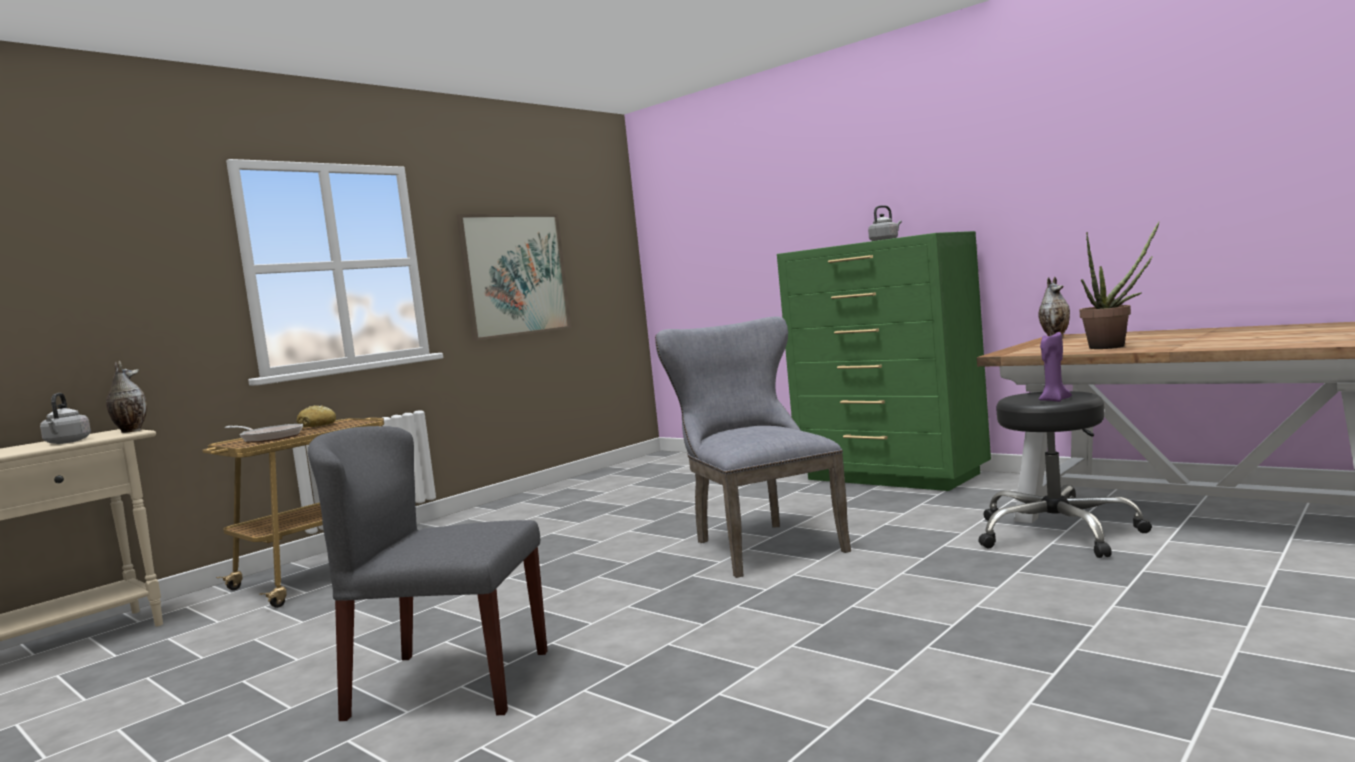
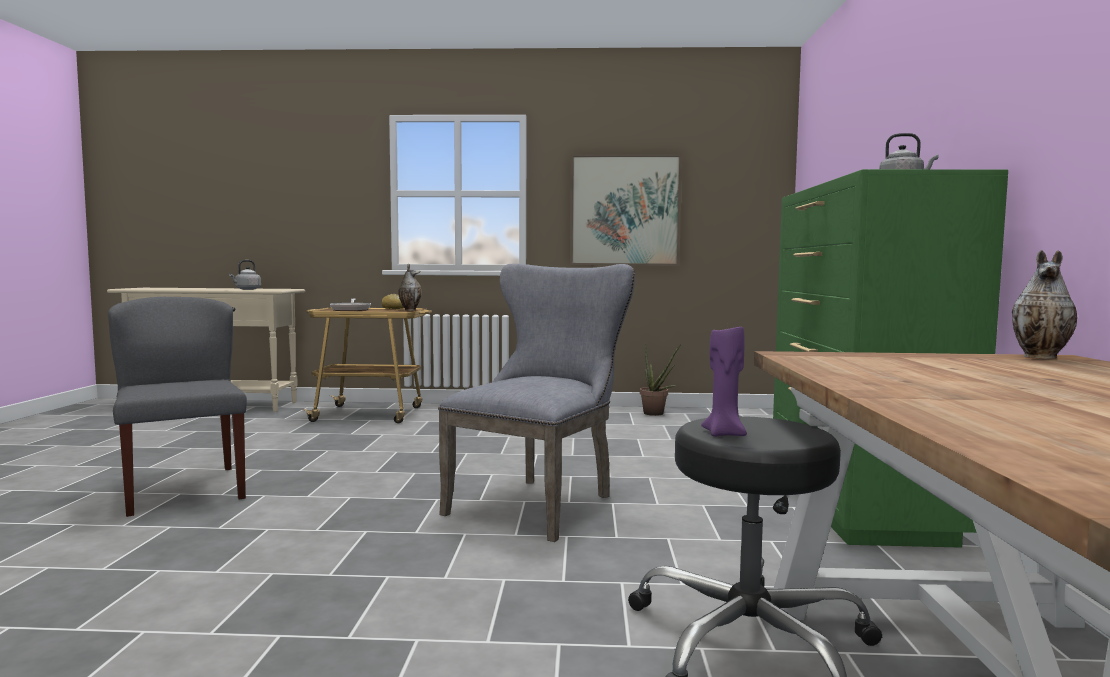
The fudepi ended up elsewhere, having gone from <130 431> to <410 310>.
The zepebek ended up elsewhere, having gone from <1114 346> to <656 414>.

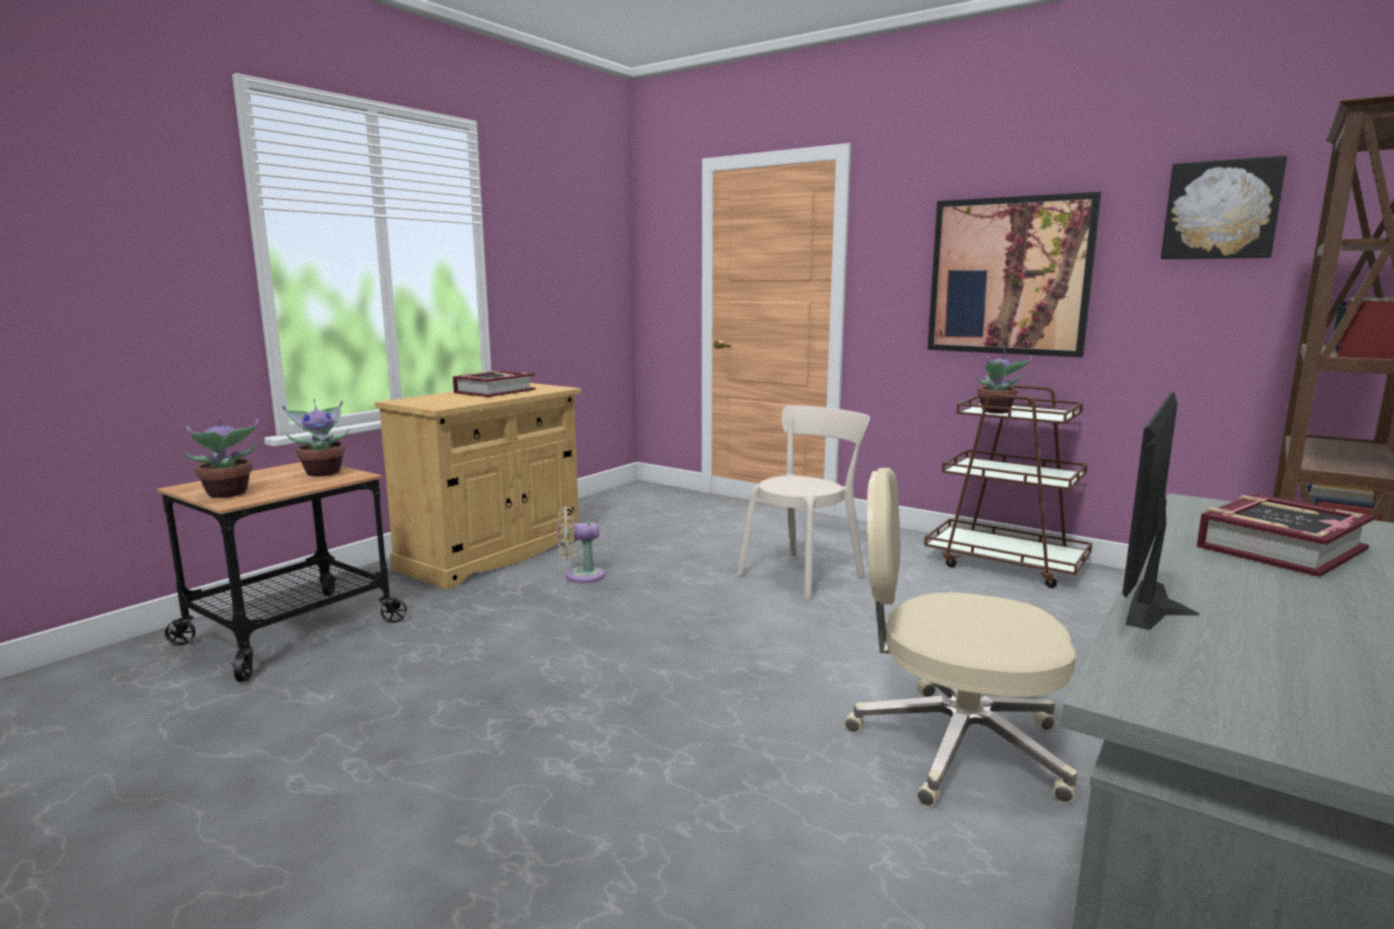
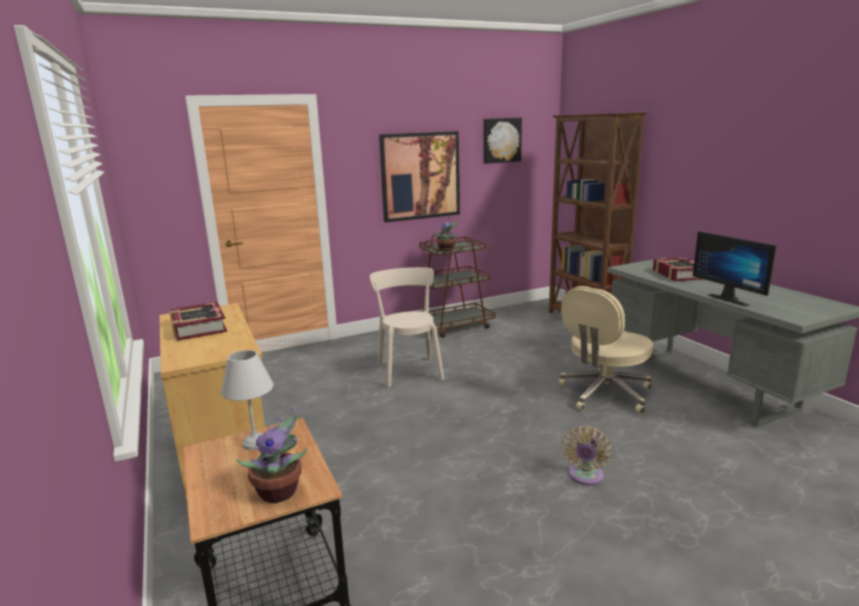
The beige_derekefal ended up elsewhere, having gone from <580 576> to <585 477>.
Where the zepebek stood at <323 472>, the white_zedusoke came to stand at <254 443>.

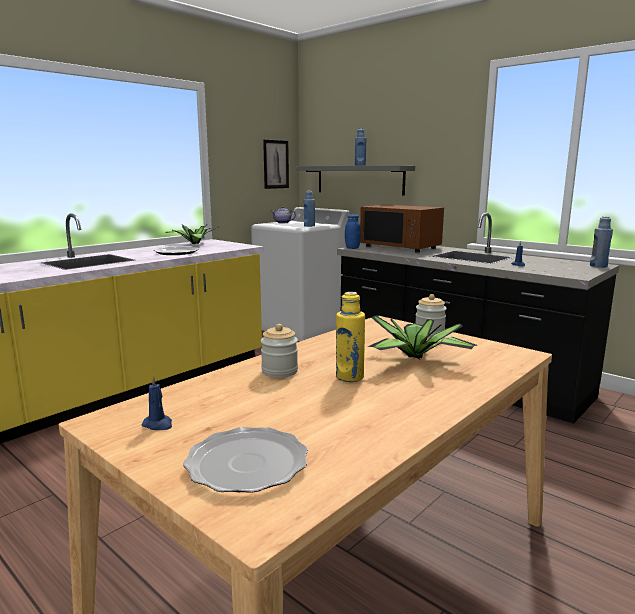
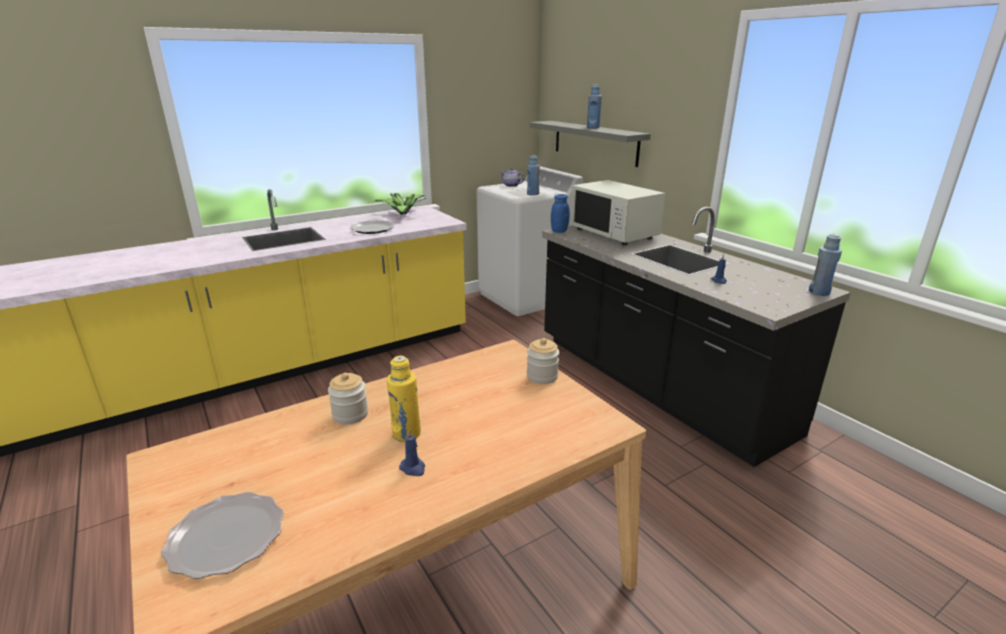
The second view lost the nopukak at <276 164>.
The second view lost the zepebek at <417 358>.
The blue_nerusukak ended up elsewhere, having gone from <158 425> to <413 468>.
What was the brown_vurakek at <400 247> turned into the white_vurakek at <614 233>.

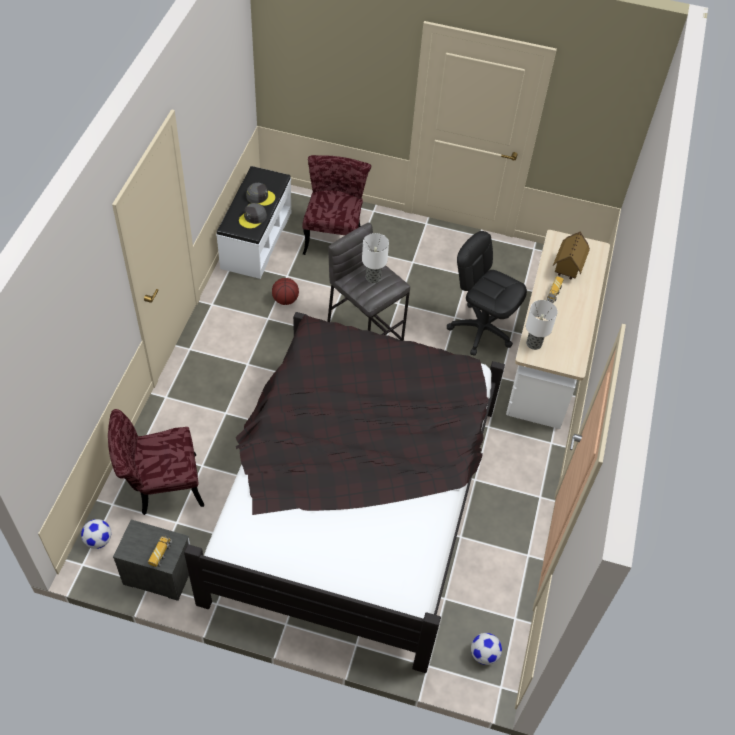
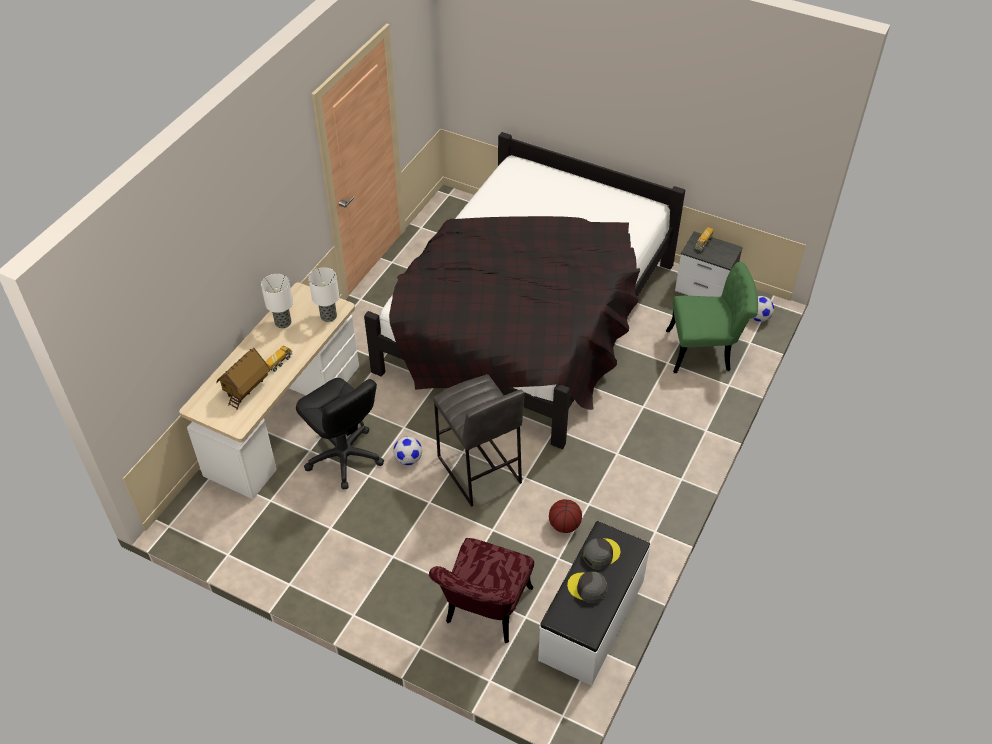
The zedusoke ended up elsewhere, having gone from <373 277> to <283 322>.
The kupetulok ended up elsewhere, having gone from <484 654> to <408 459>.
What was the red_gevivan at <160 486> turned into the green_gevivan at <706 351>.

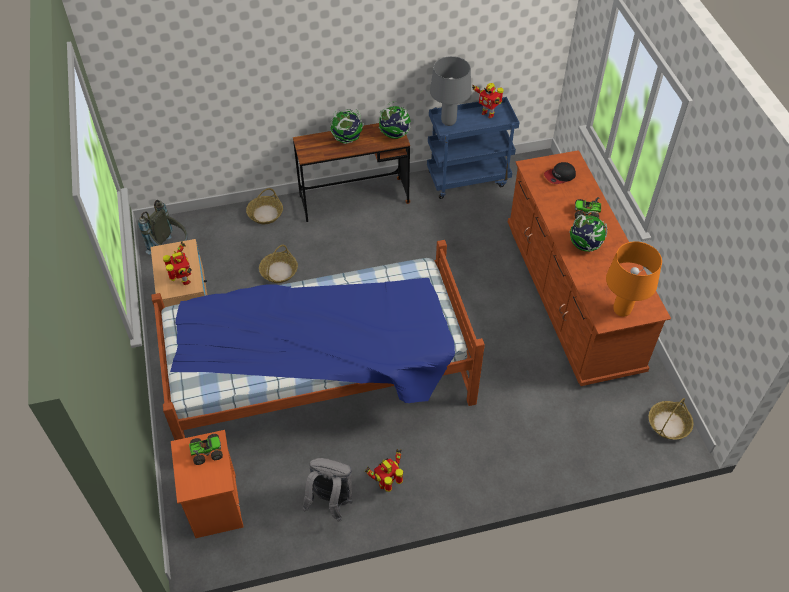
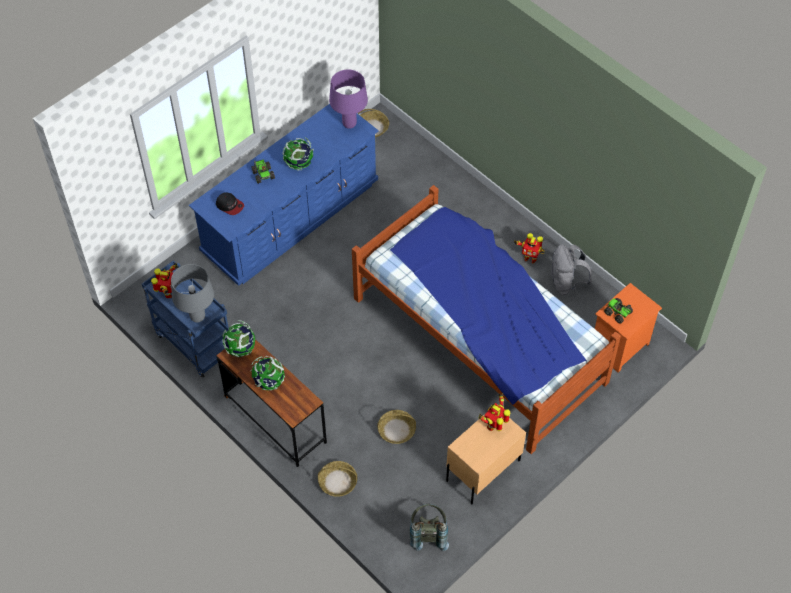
What was the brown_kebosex at <571 296> turned into the blue_kebosex at <291 218>.
What was the orange_zedusoke at <622 310> turned into the purple_zedusoke at <349 124>.

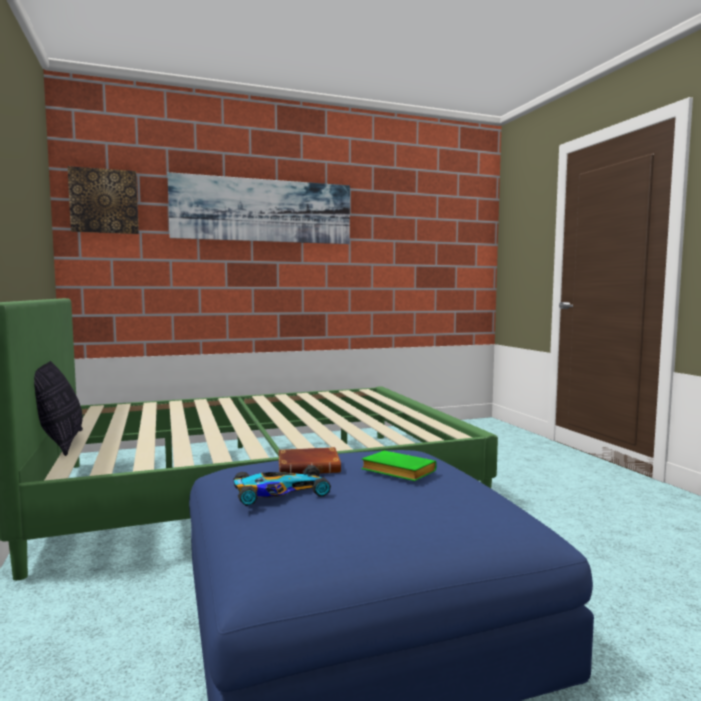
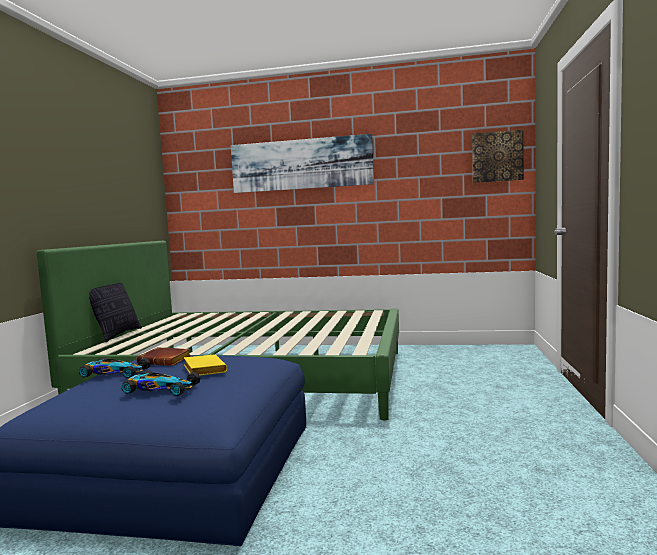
The second view gained the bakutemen at <160 389>.
The nopukak ended up elsewhere, having gone from <104 201> to <497 156>.
What was the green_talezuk at <396 472> turned into the yellow_talezuk at <203 370>.

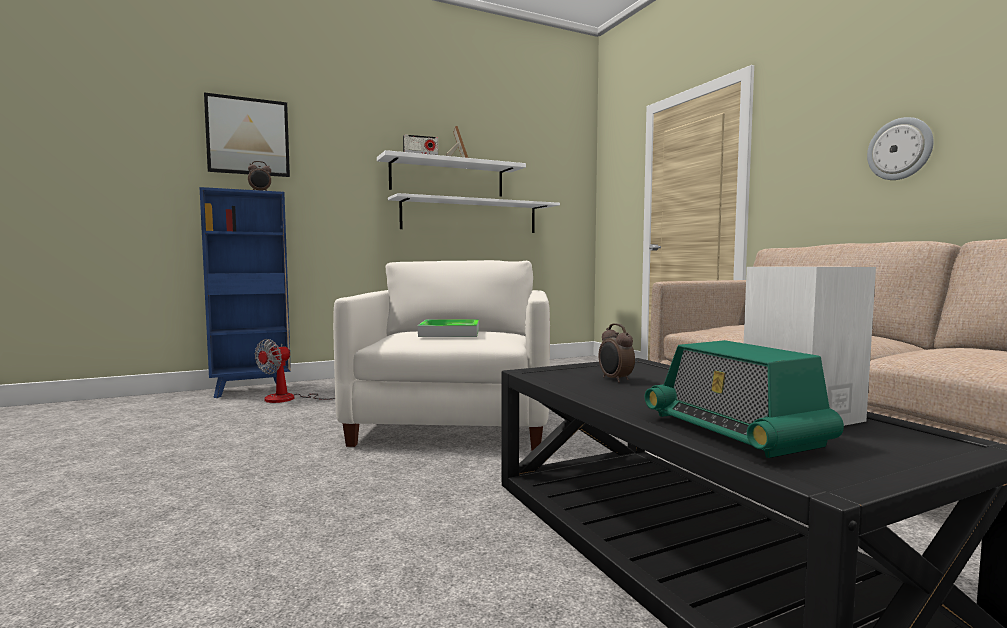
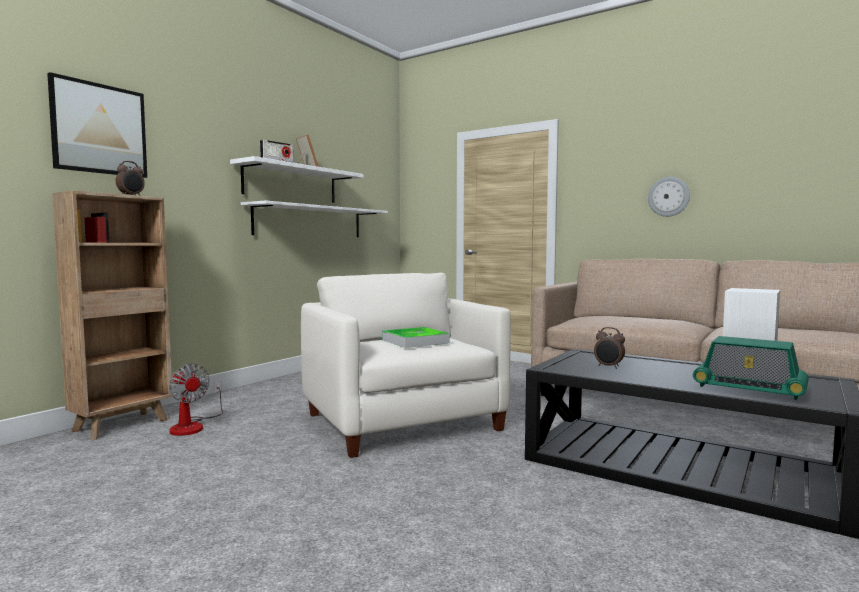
What was the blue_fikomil at <252 390> turned into the brown_fikomil at <123 425>.
The derekefal at <291 398> ended up facing another way, 45 degrees counterclockwise from before.

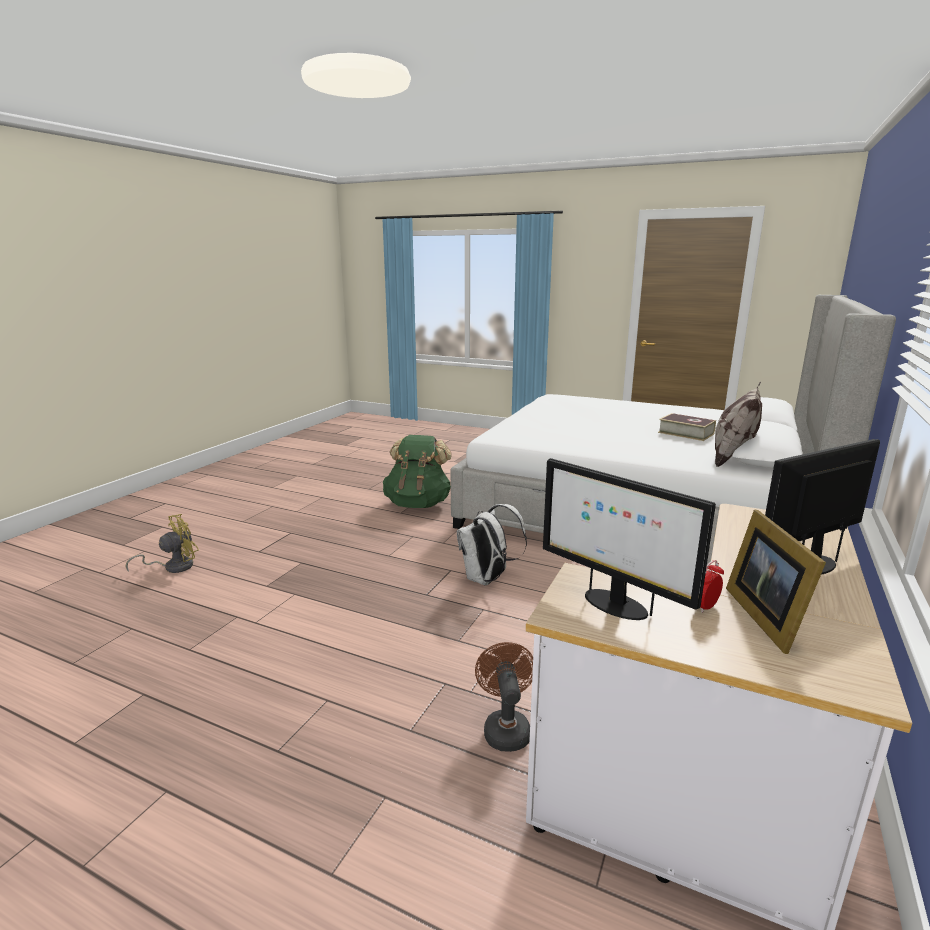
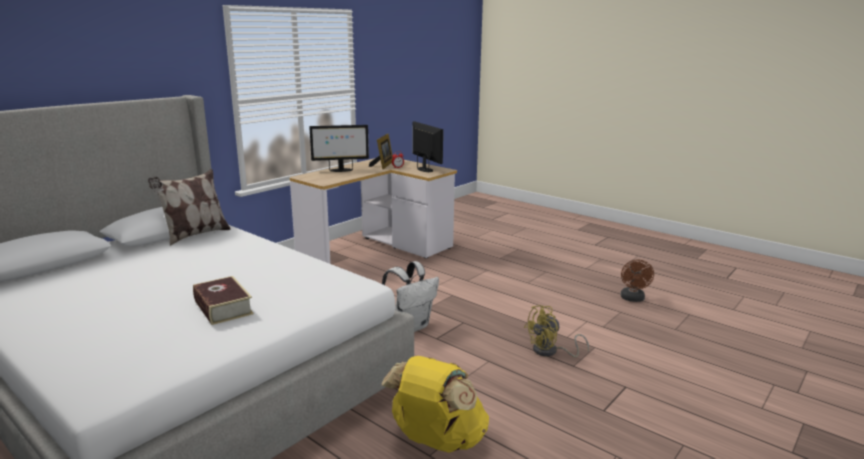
The yellow_derekefal ended up elsewhere, having gone from <173 566> to <550 352>.
The brown_derekefal ended up elsewhere, having gone from <505 728> to <633 299>.
The talezuk ended up elsewhere, having gone from <686 433> to <223 307>.
What was the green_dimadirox at <418 504> turned into the yellow_dimadirox at <436 441>.

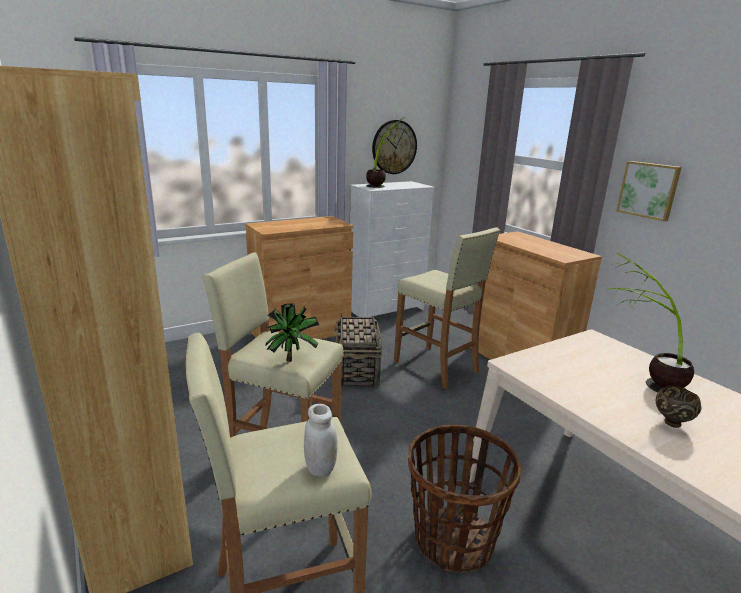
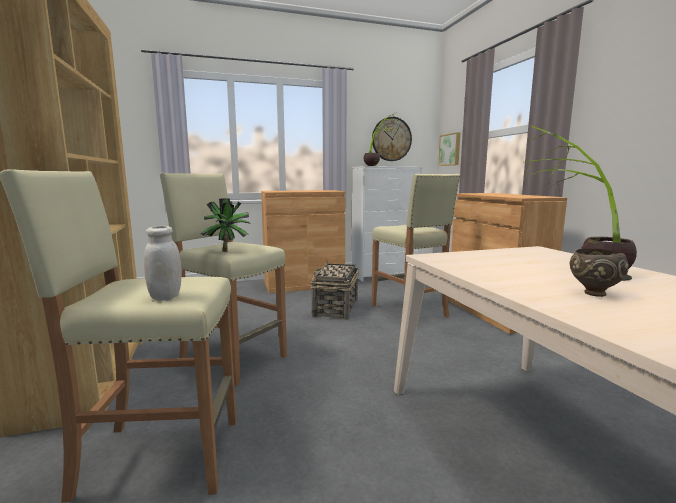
The second view lost the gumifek at <452 540>.
The nopukak ended up elsewhere, having gone from <649 190> to <450 149>.

